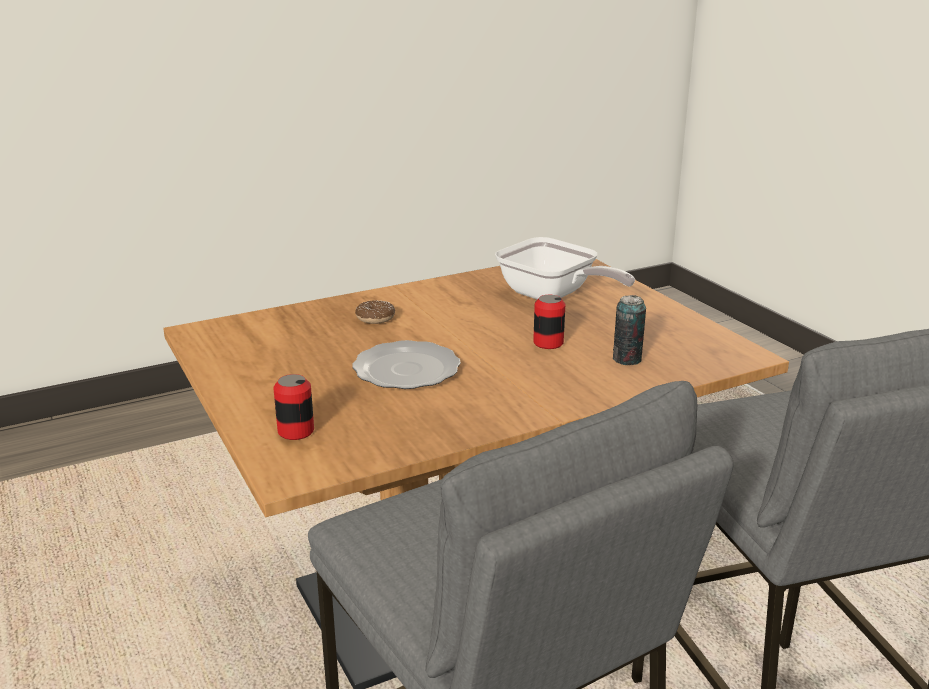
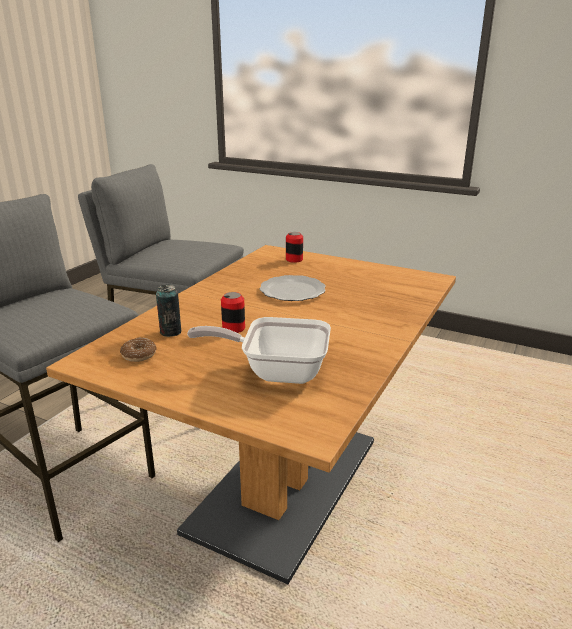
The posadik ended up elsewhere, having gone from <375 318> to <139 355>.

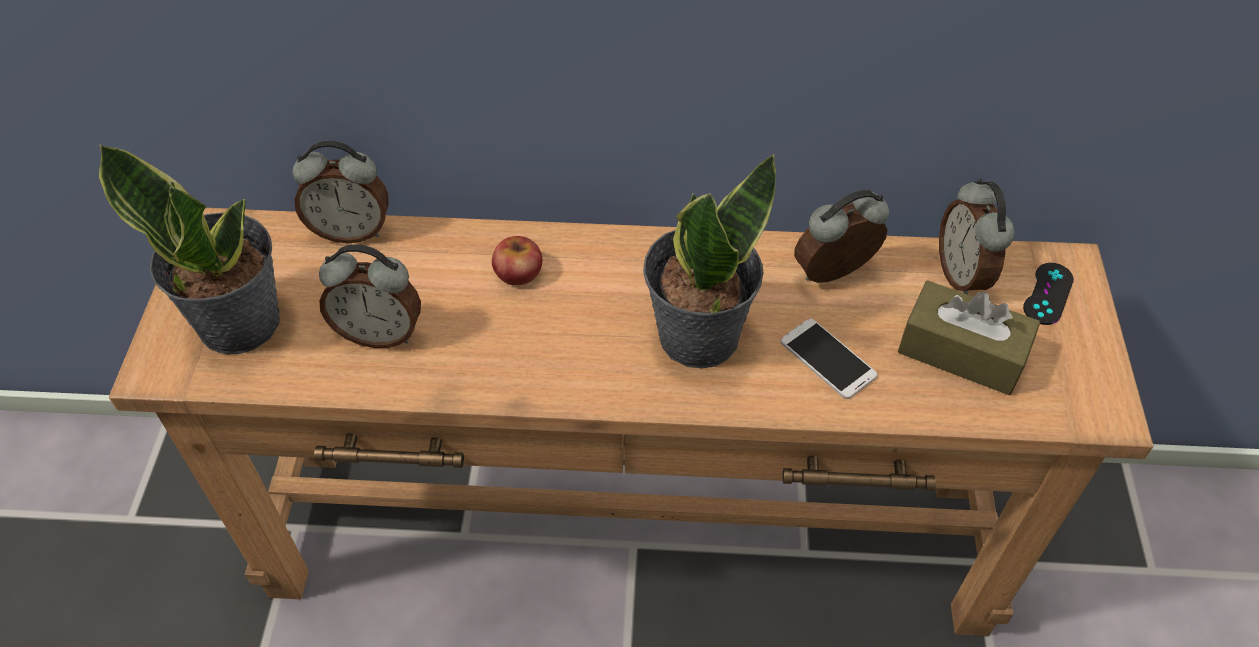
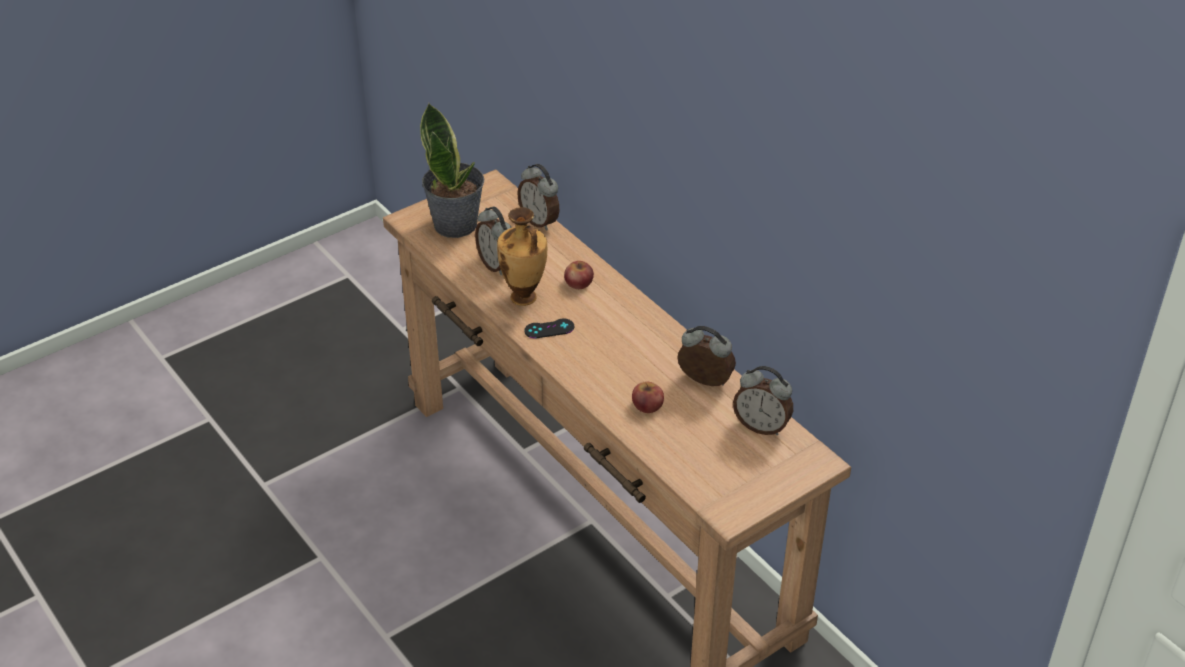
The second view lost the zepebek at <697 335>.
The second view lost the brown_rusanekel at <961 352>.
The second view gained the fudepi at <524 298>.
The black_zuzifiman ended up elsewhere, having gone from <1048 294> to <549 329>.
Where the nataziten stood at <827 359>, the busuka came to stand at <647 405>.
The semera at <963 275> ended up facing another way, 105 degrees counterclockwise from before.

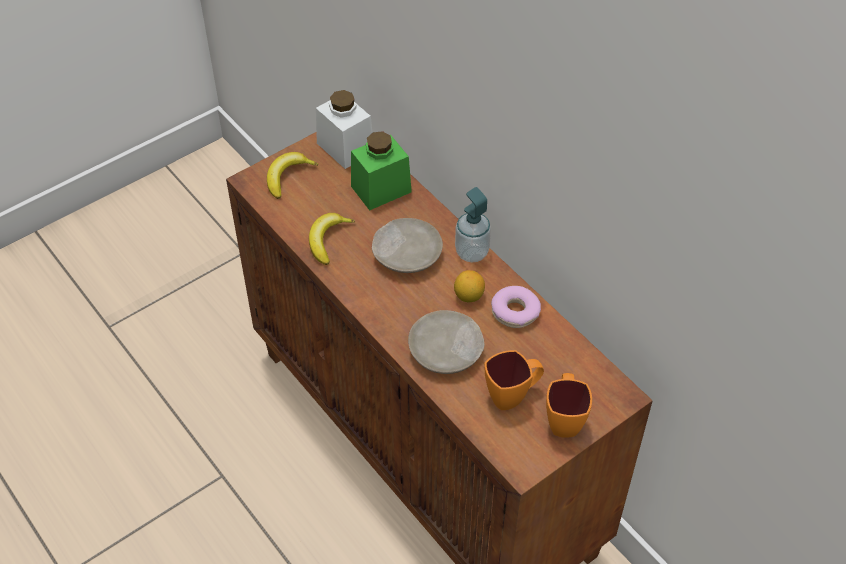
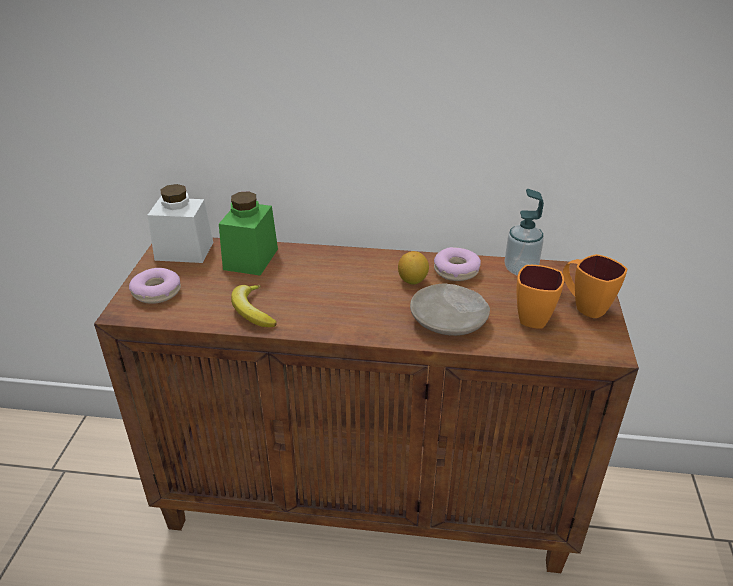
The second view lost the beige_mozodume at <407 253>.
The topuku ended up elsewhere, having gone from <472 252> to <520 269>.
Where the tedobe stood at <287 177>, the posadik came to stand at <156 292>.

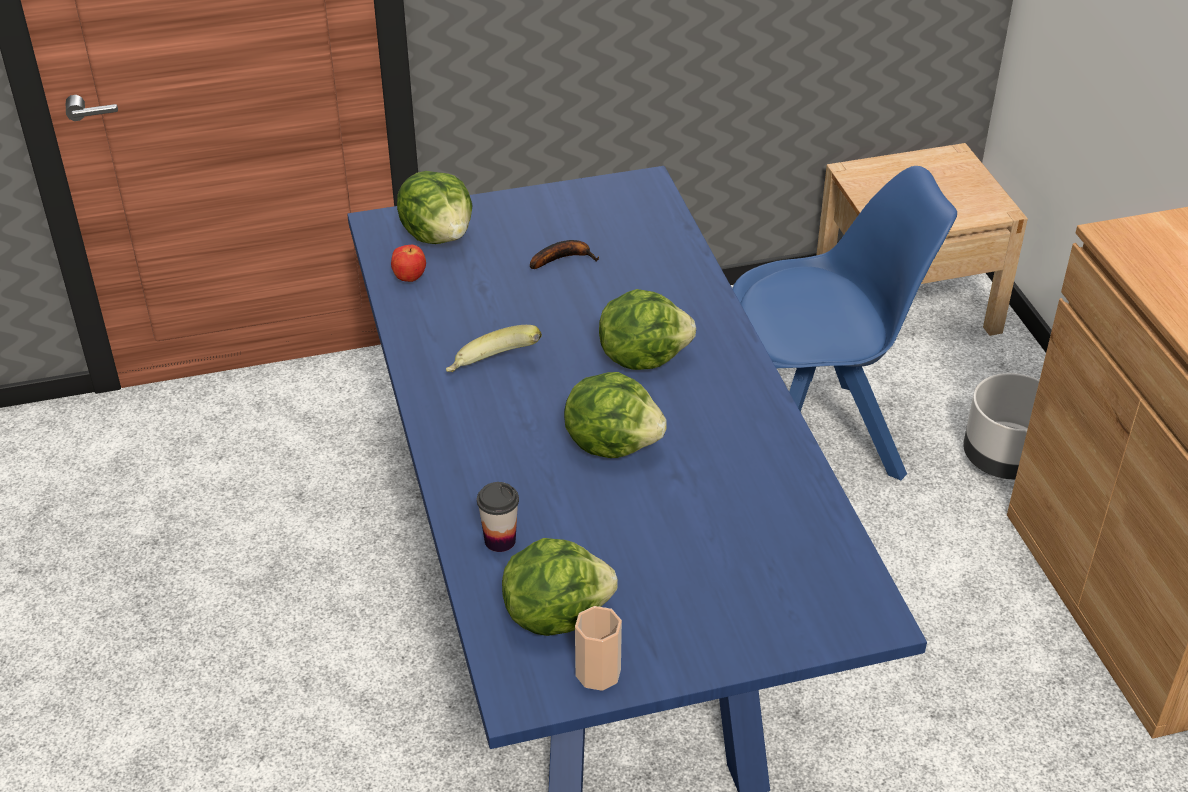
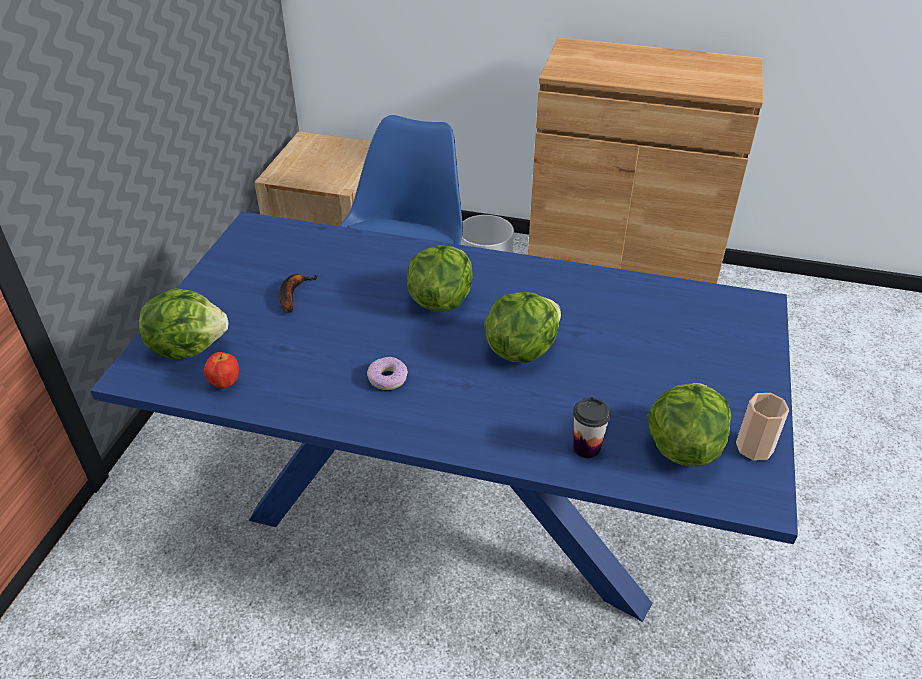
Where the tedobe stood at <493 370>, the posadik came to stand at <387 378>.

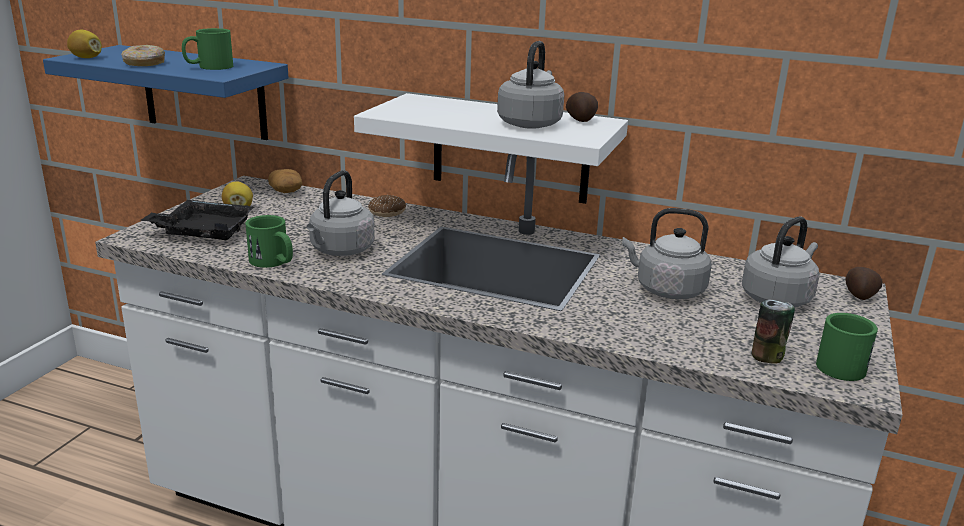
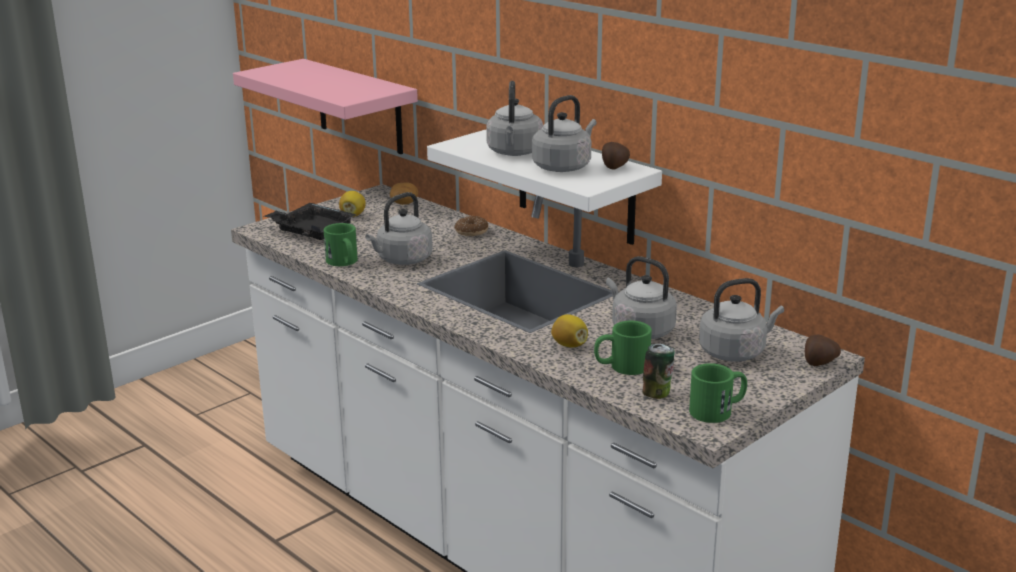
The second view lost the posadik at <144 63>.
The second view gained the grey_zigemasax at <514 153>.
The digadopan ended up elsewhere, having gone from <86 58> to <569 345>.
The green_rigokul ended up elsewhere, having gone from <208 67> to <621 366>.
What was the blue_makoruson at <204 93> turned into the pink_makoruson at <359 107>.

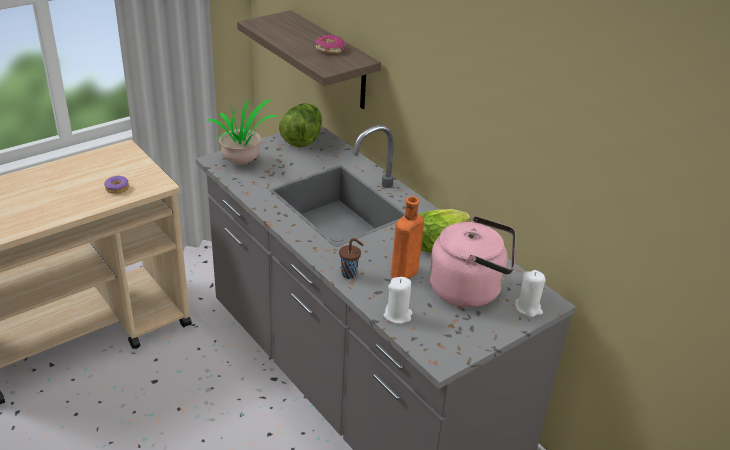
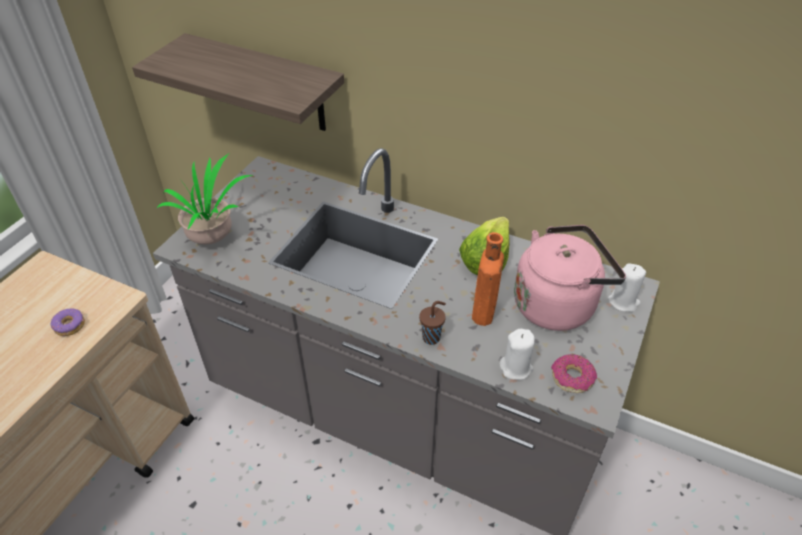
The second view lost the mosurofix at <302 139>.
The posadik ended up elsewhere, having gone from <329 49> to <572 378>.

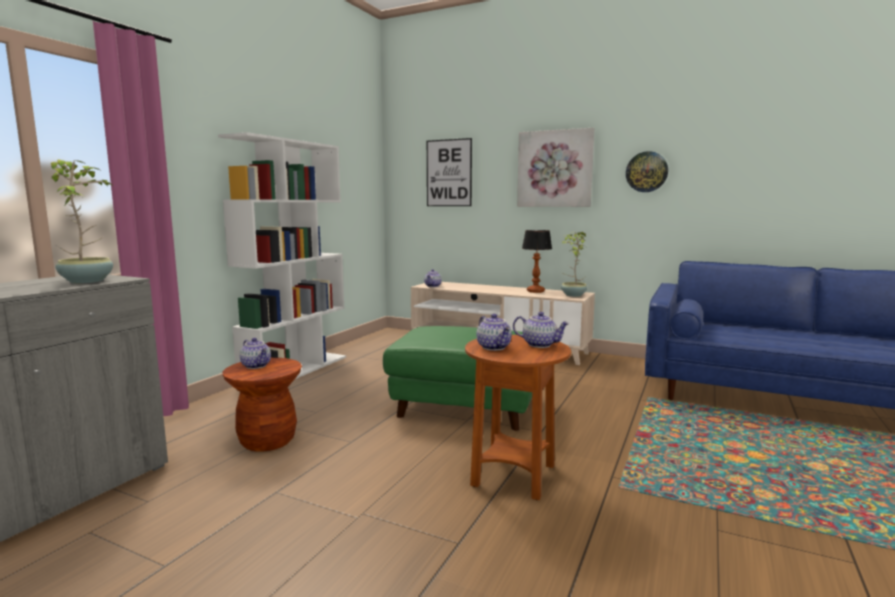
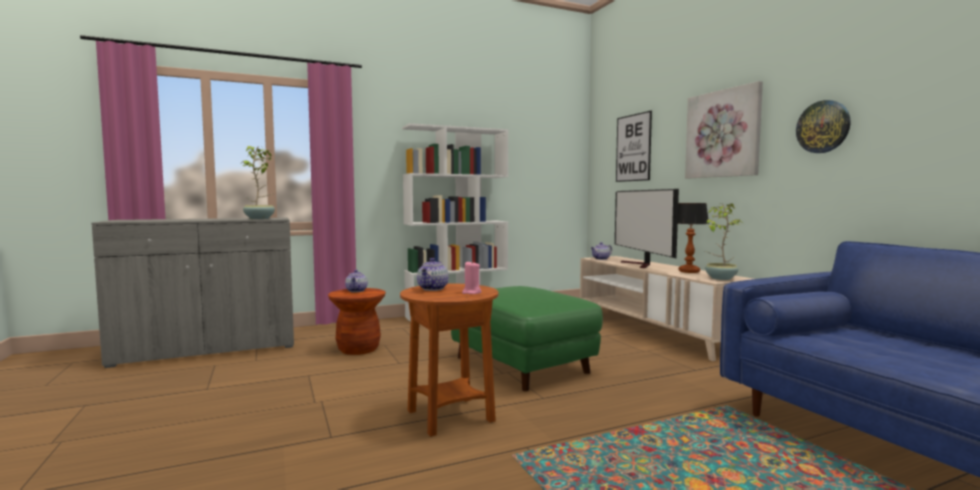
The second view gained the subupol at <641 265>.
Where the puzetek stood at <540 344>, the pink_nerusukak came to stand at <471 292>.

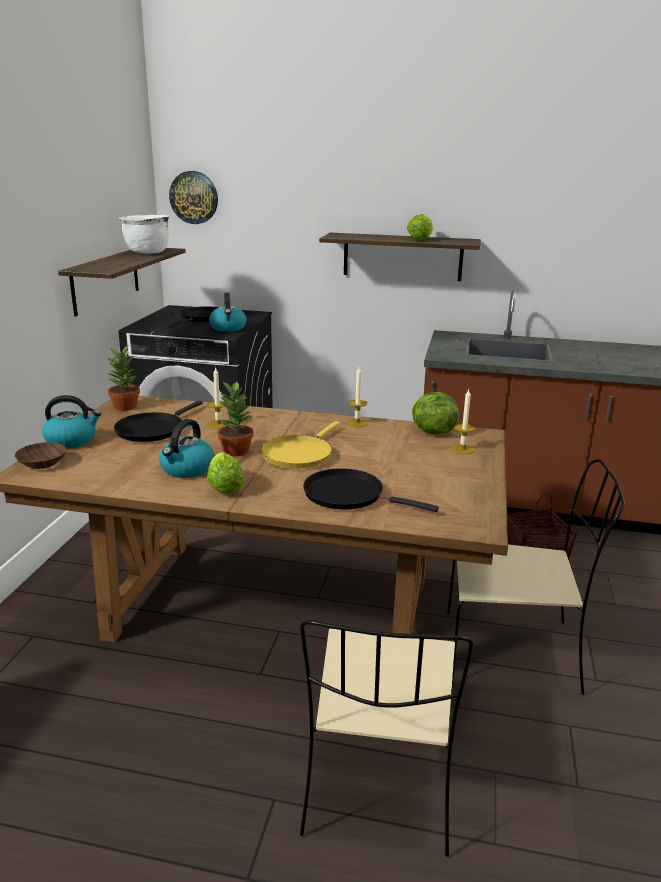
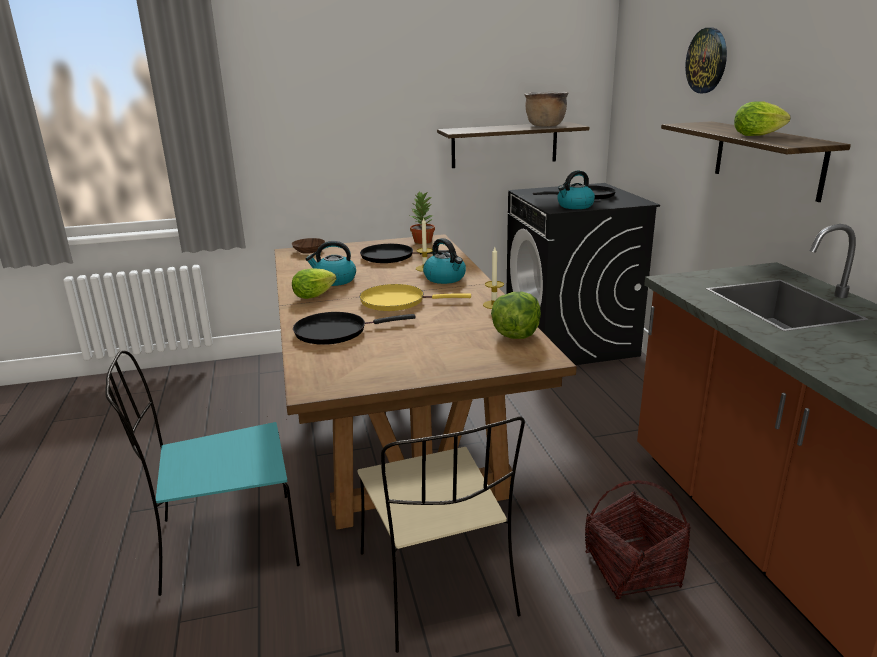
The second view lost the zepebek at <236 451>.
The second view lost the nerusukak at <462 449>.
The zigemasax ended up elsewhere, having gone from <72 440> to <445 278>.
The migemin ended up elsewhere, having gone from <194 197> to <707 60>.
What was the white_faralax at <147 253> turned into the brown_faralax at <544 126>.
What was the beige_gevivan at <379 783> turned into the turquoise_gevivan at <224 543>.
The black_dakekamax at <349 495> ended up facing another way, 105 degrees counterclockwise from before.

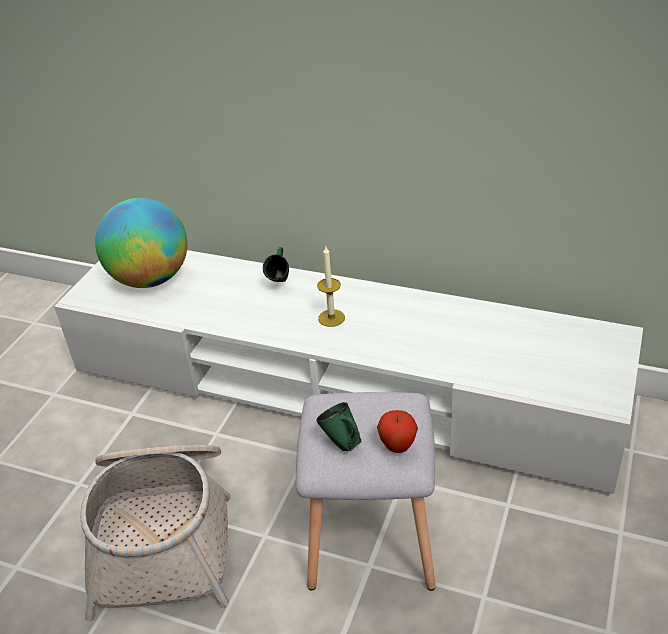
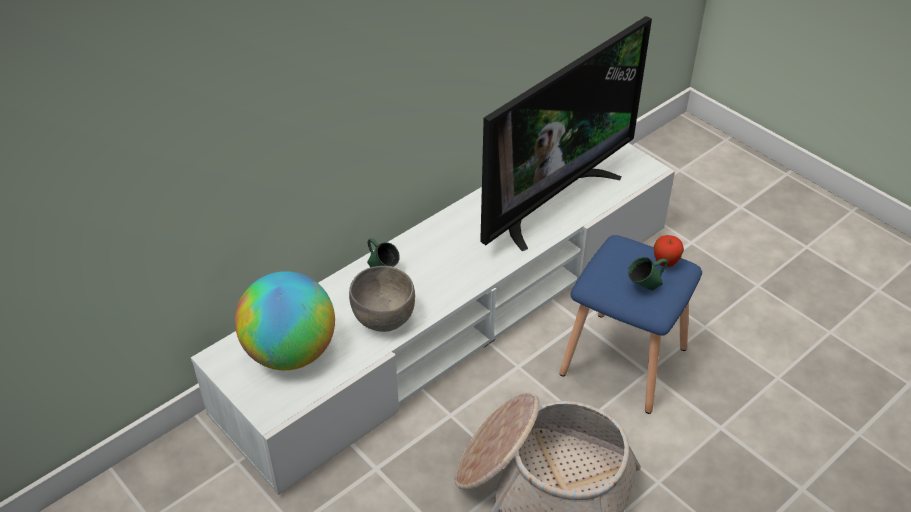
The second view lost the nerusukak at <331 318>.
The second view gained the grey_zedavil at <384 320>.
The second view gained the subupol at <552 200>.
What was the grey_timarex at <369 538> turned into the blue_timarex at <624 362>.

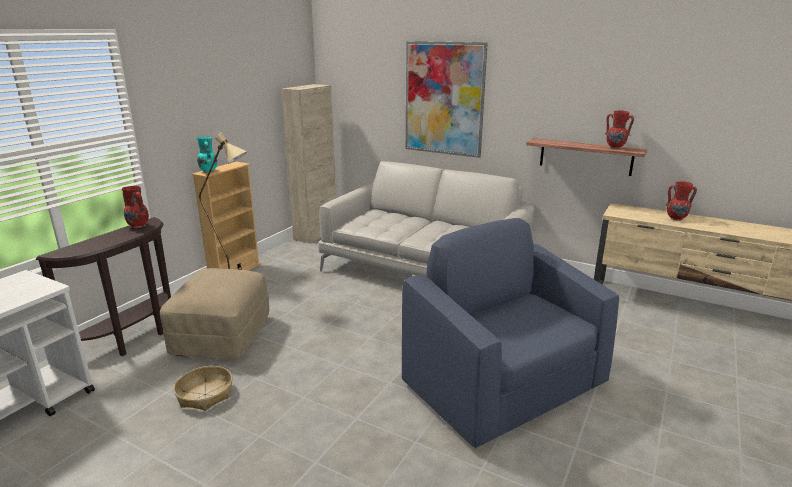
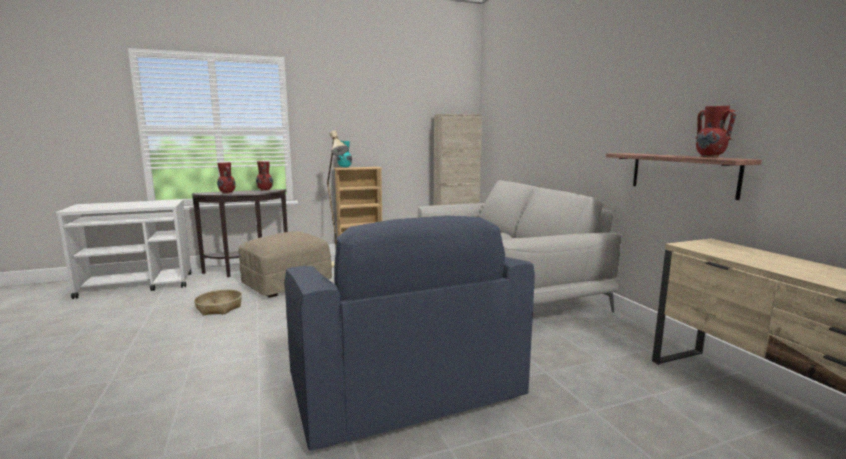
The second view lost the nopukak at <444 99>.
The red_fudepi ended up elsewhere, having gone from <676 219> to <227 193>.
The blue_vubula at <504 385> ended up facing another way, 150 degrees clockwise from before.

